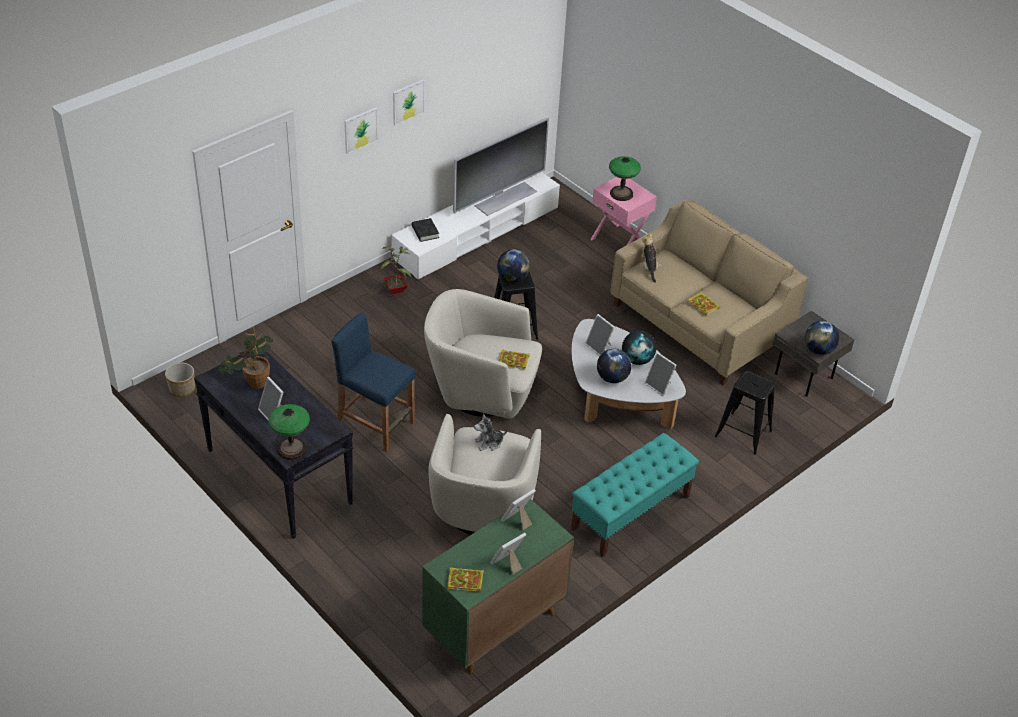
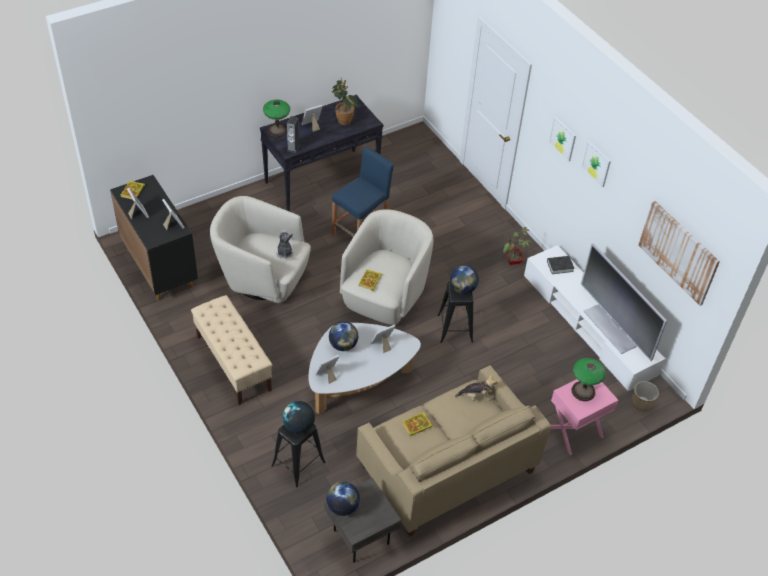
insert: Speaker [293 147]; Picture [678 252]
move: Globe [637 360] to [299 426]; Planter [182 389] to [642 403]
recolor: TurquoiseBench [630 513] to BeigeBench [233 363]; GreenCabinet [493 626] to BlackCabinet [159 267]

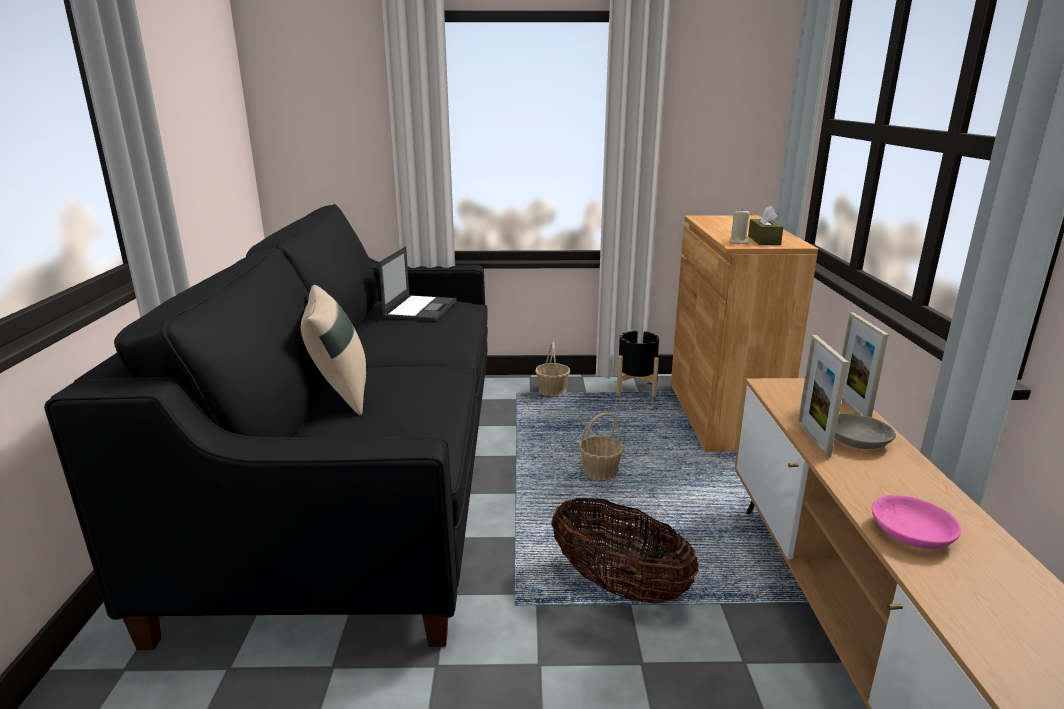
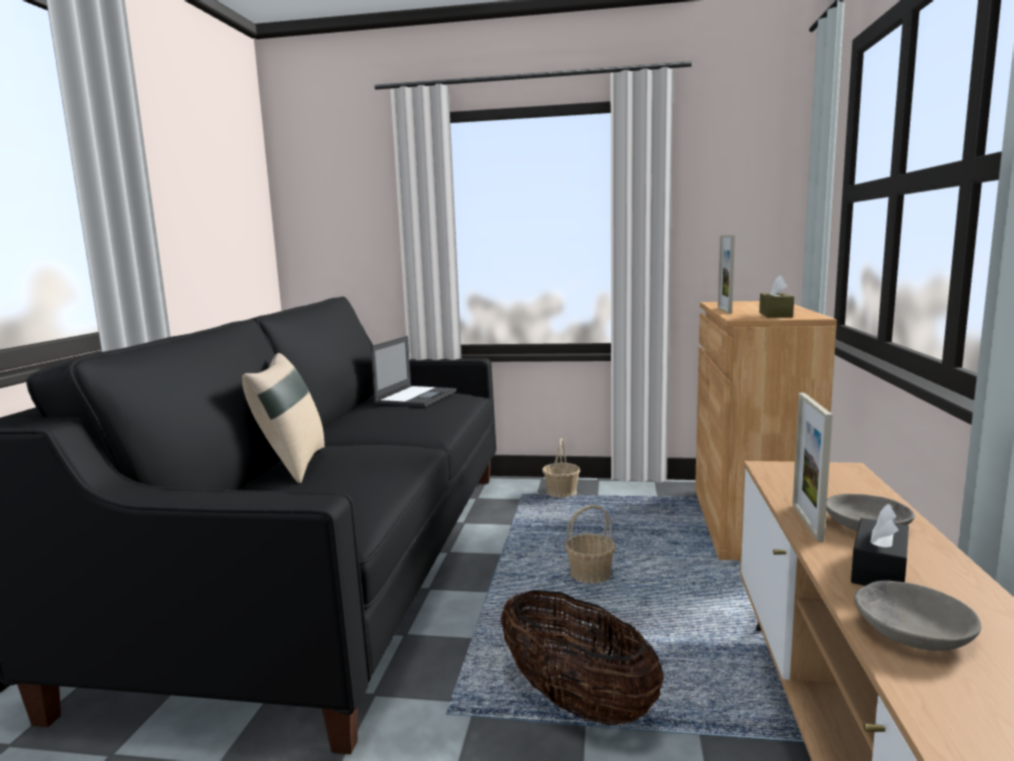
delete: BeigeCandle [738 242]; BlackPlanter [635 388]
insert: BlackTissueBox [879 570]
move: PictureFrame [851 407] to [724 310]
recolor: PinkBowl [910 532] to GreyBowl [911 630]

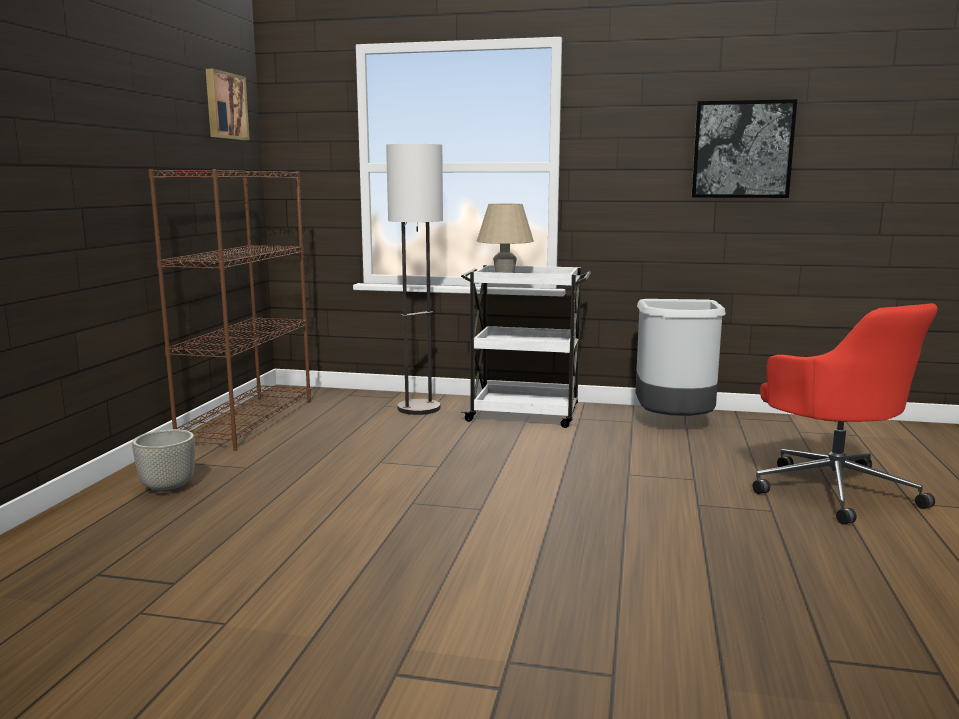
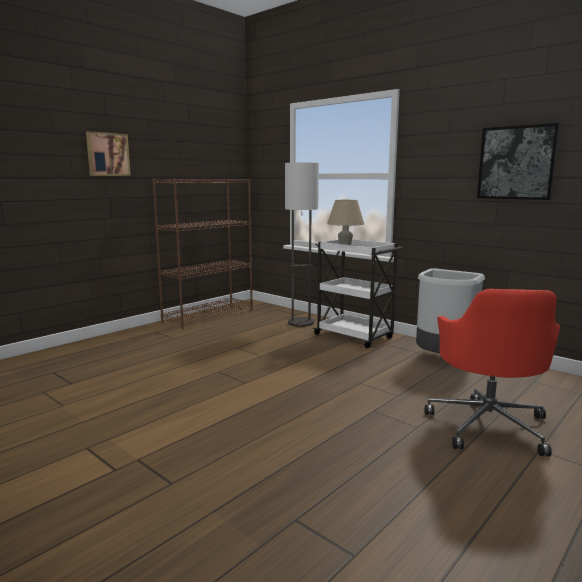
delete: GreyPlanter [168 488]
move: Picture [225 106] to [107 154]

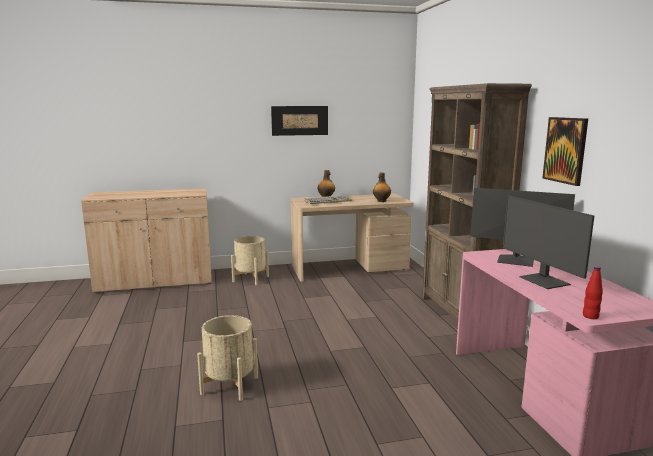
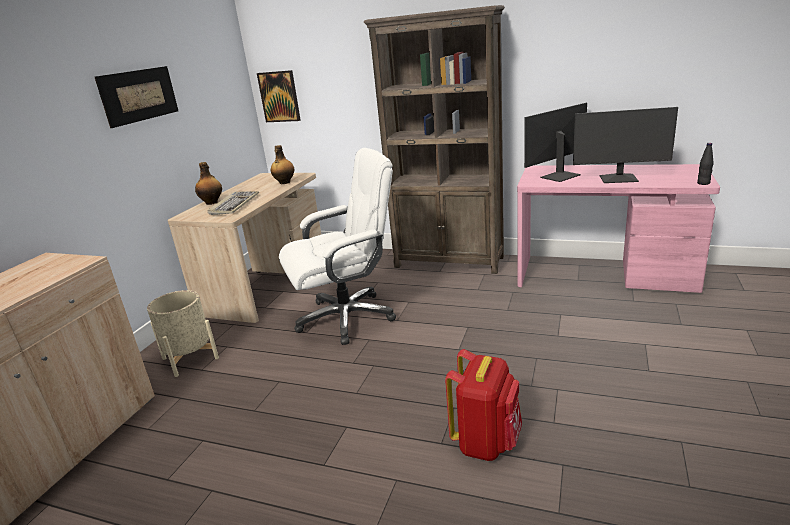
insert: WhiteOfficeChair [347 317]
move: Picture [565 150] to [279 96]
replace: BeigePlanter [230 385] to RedBackpack [486 442]
recolor: RedBottle [590 316] to BlackBottle [703 183]

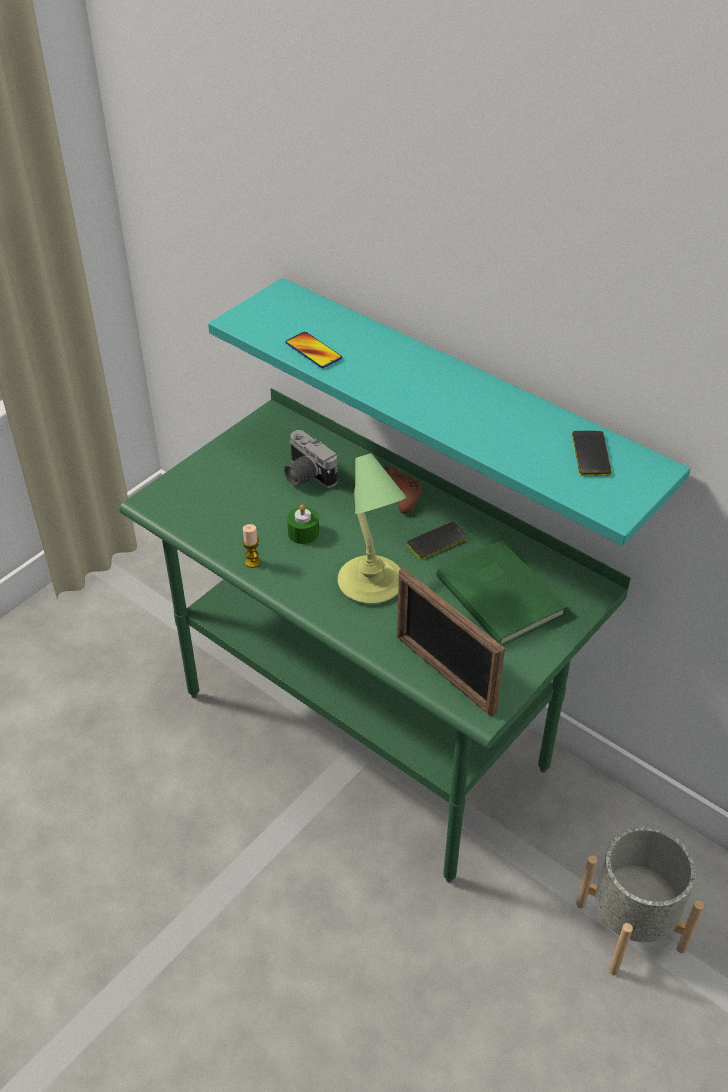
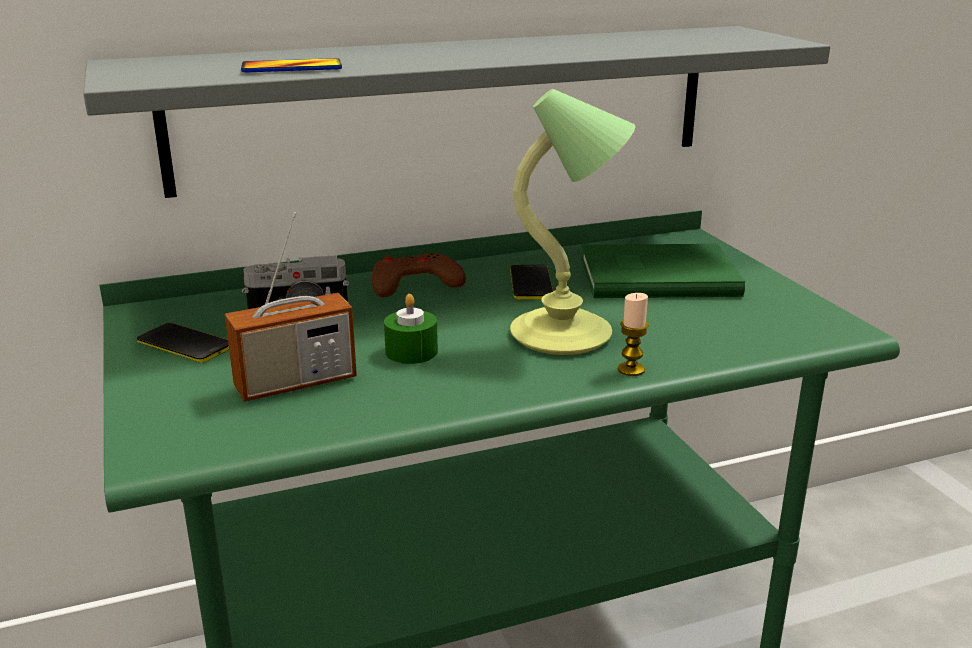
delete: PictureFrame [444 674]; GreyPlanter [630 926]
insert: Radio [296 383]
move: Phone [591 454] to [184 344]; Candle [252 562] to [631 369]
recolor: TurquoiseShelf [463 401] to GreyShelf [450 106]

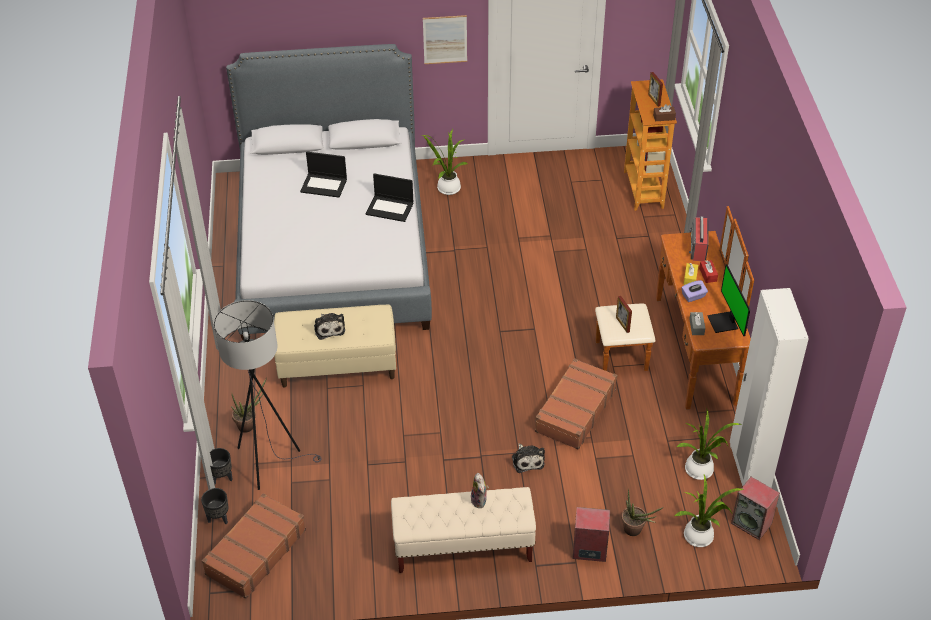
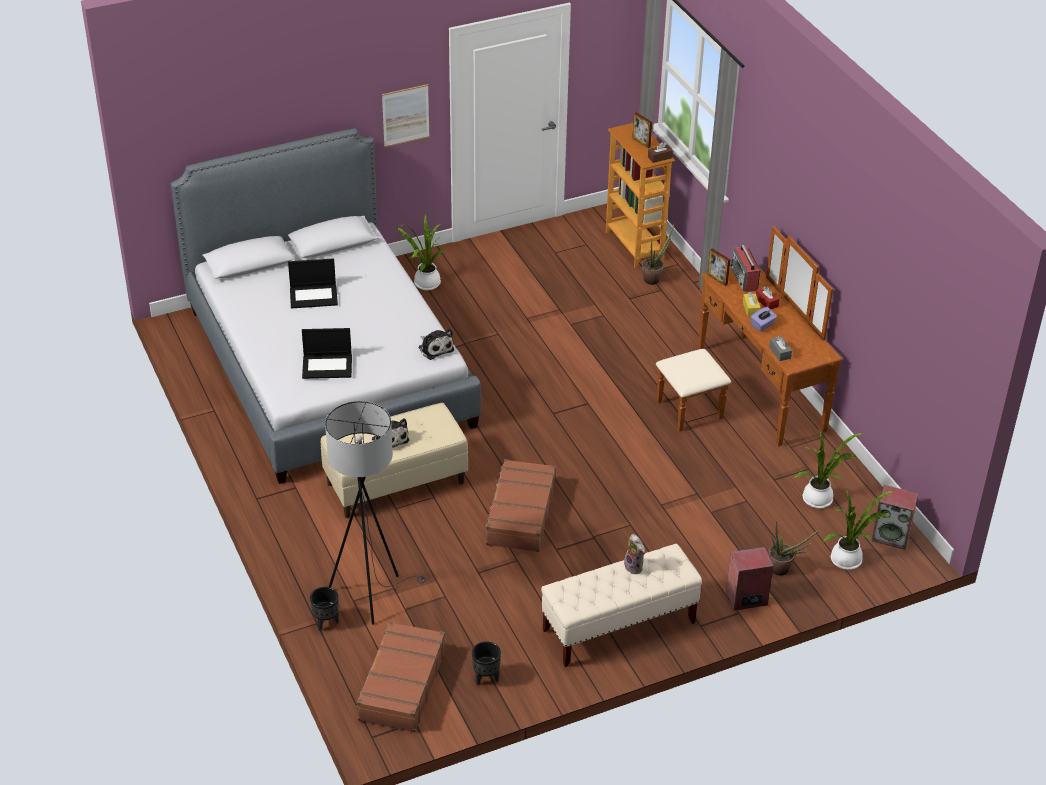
delete: Monitor [724 323]; WhiteWardrobe [748 469]
move: Laptop [390 208] to [328 366]; PictureFrame [622 324] to [717 279]; BrownSuitcase [575 410] to [520 514]; PottedPlant [249 425] to [654 278]; PlushToy [527 460] to [435 348]; BlackPlanter [218 518] to [485 678]

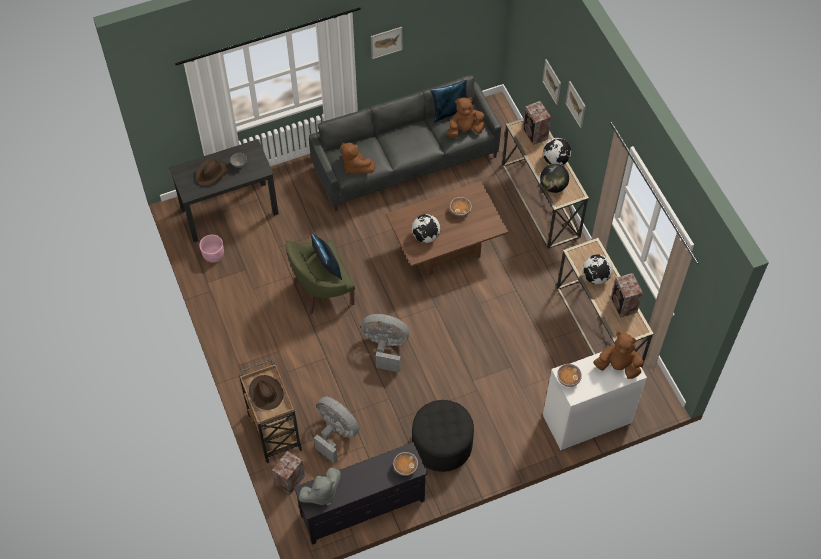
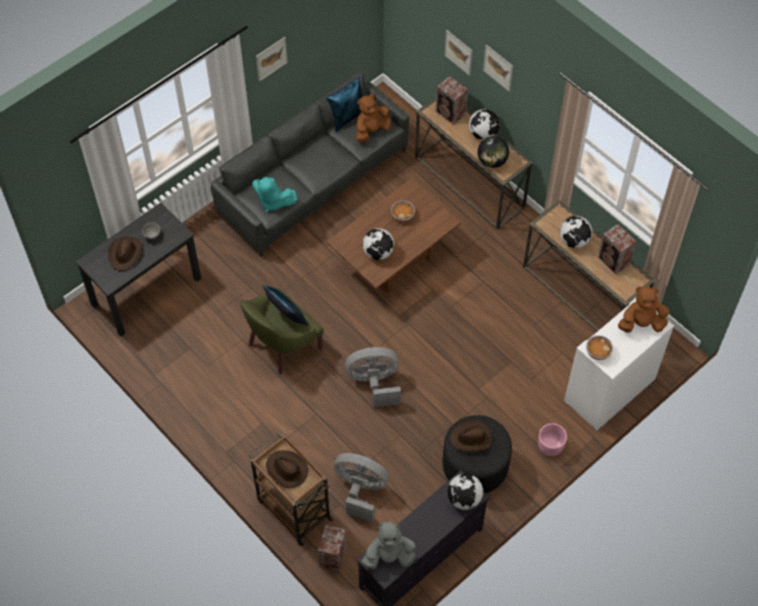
insert: BrownHat [471 438]
move: PinkPlanter [213 255] to [550 446]
replace: Bowl [405 467] to Globe [464 499]
recolor: BrownPlushToy [355 166] to TurquoisePlushToy [273 201]
rotate: GreyPlushToy [321 494] = [389 556] 135 degrees counterclockwise

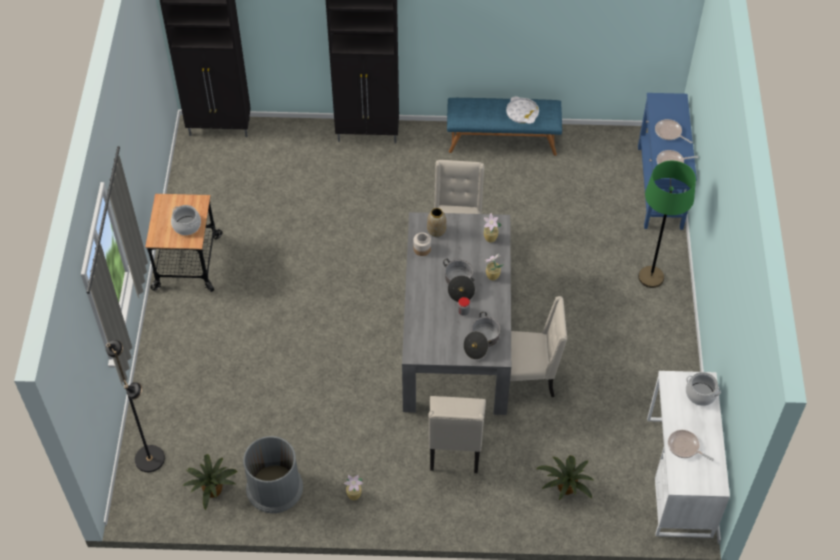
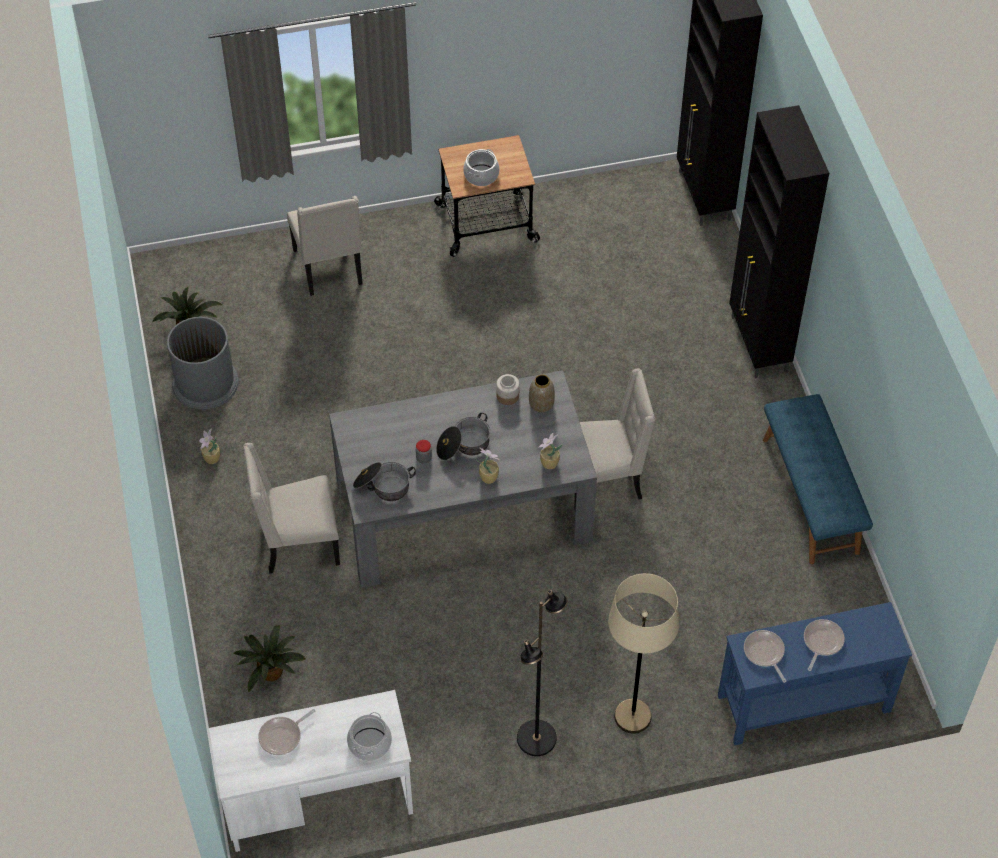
delete: WhiteTray [522 113]
move: BeigeChair [527 378] to [329 268]; BlackFloorLamp [150 458] to [537 738]
recolor: GreenFloorLamp [651 277] to BeigeFloorLamp [632 717]
rotate: FryingPan [685 447] = [282 736] 150 degrees counterclockwise

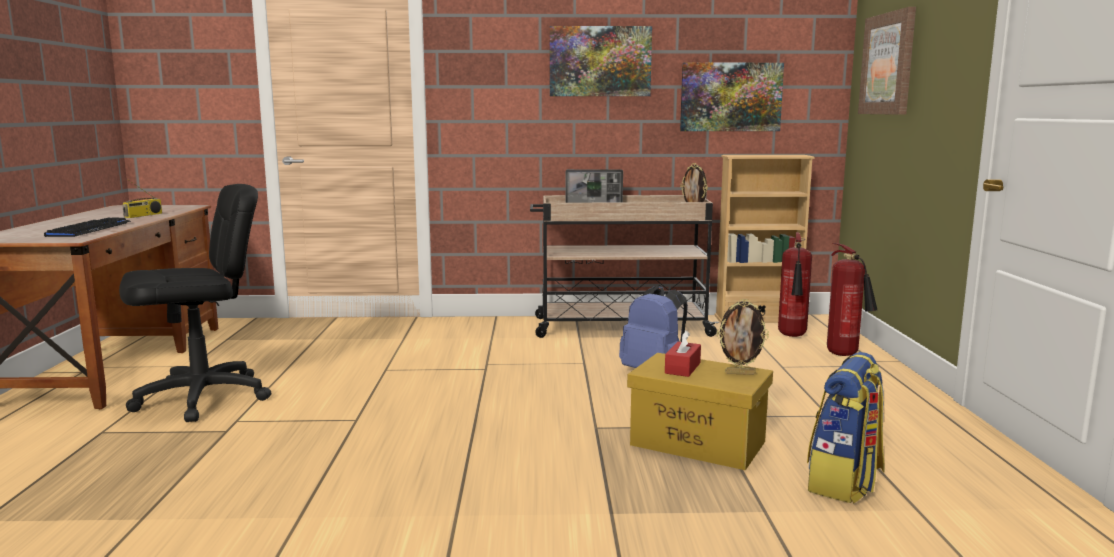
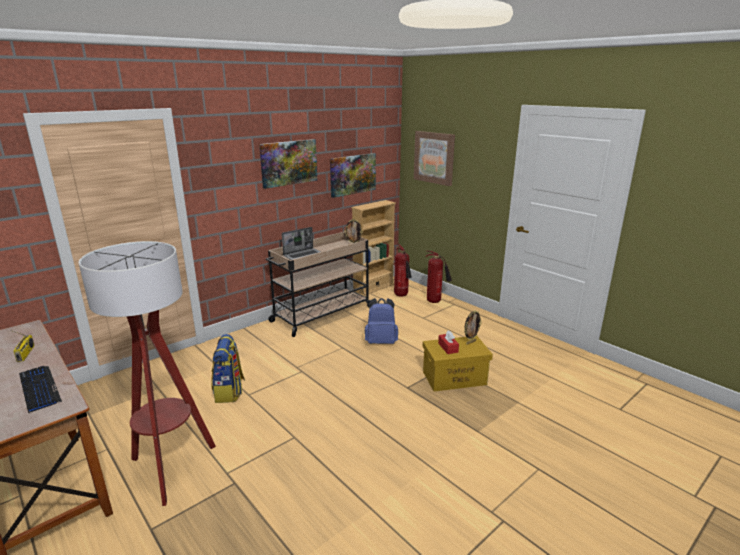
move: Backpack [845 483] to [229 391]
replace: BlackOfficeChair [203 398] to FloorLamp [171 468]

